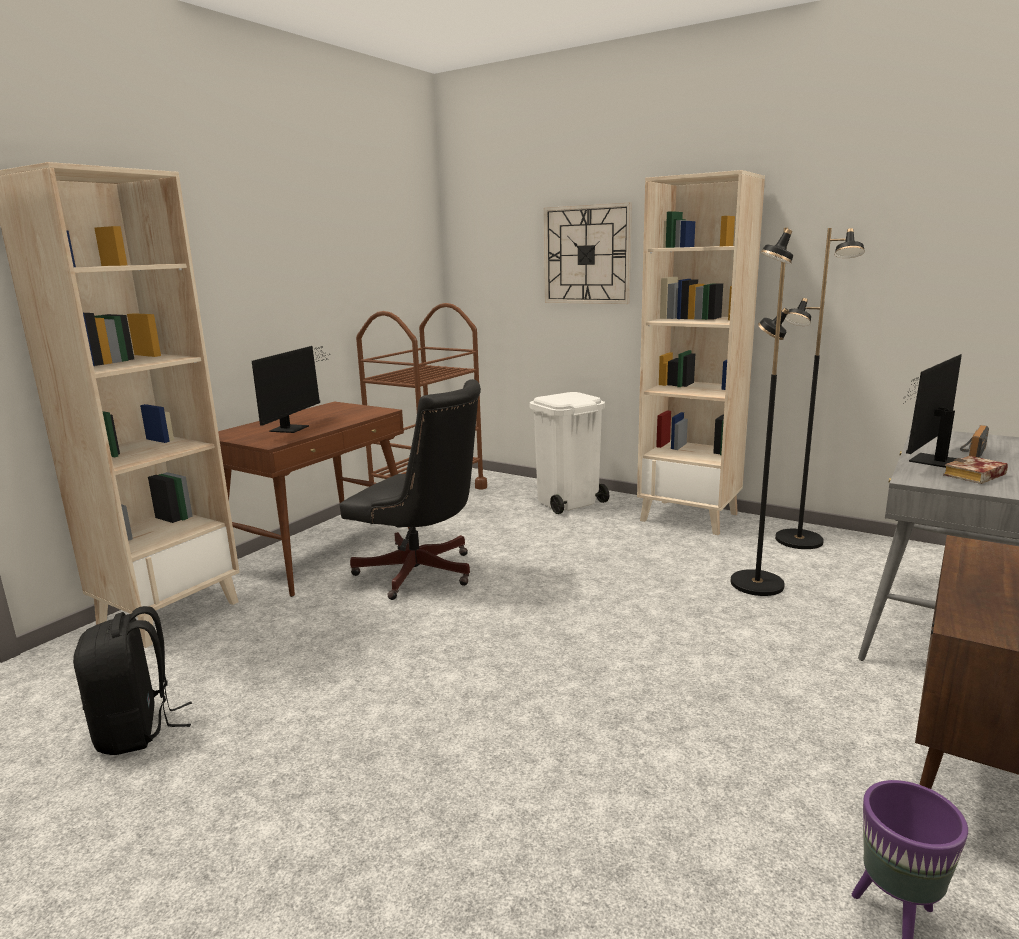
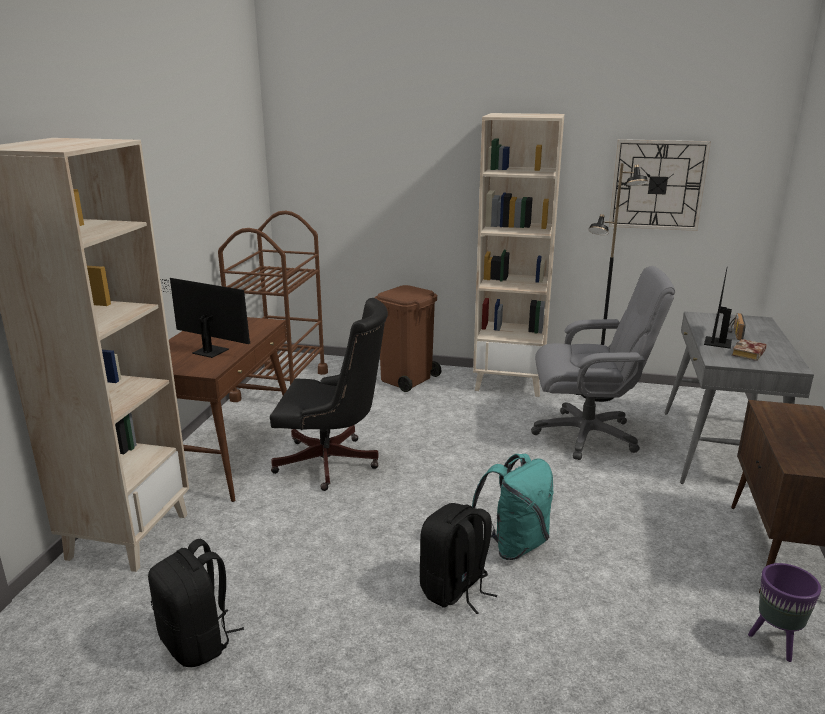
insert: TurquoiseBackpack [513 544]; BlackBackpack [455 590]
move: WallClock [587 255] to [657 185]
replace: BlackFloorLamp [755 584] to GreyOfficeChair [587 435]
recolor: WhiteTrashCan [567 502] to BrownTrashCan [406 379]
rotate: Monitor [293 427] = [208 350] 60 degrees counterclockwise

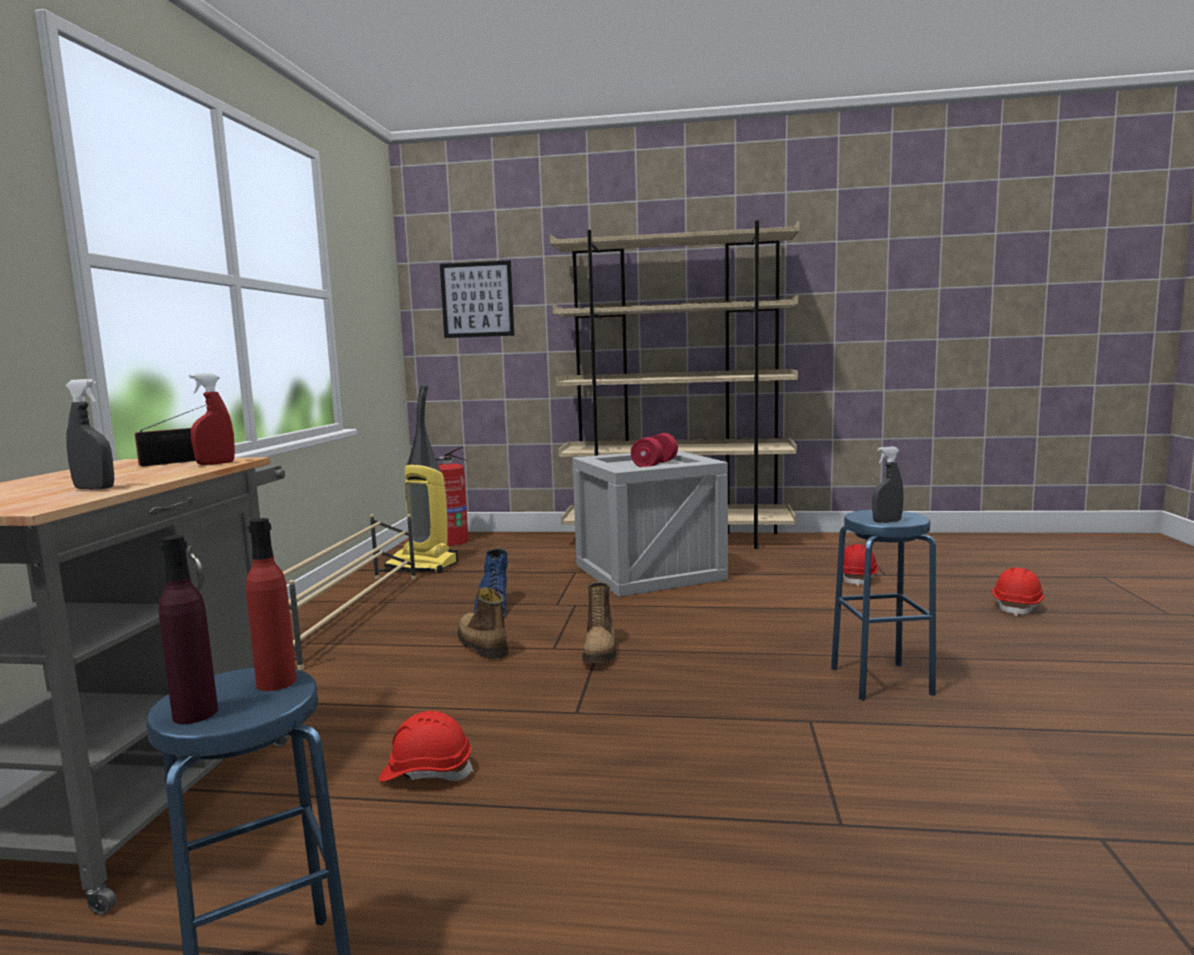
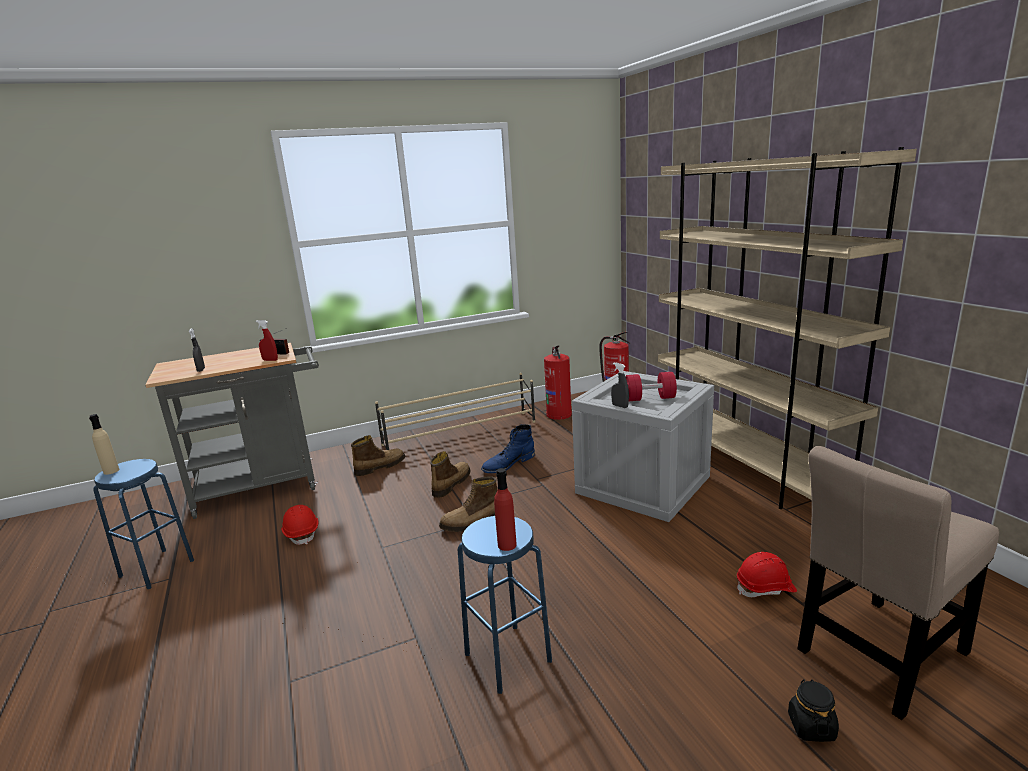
delete: Picture [477 299]
insert: Boot [380 467]; BeigeChair [879 656]
move: GreySprayBottle [886 521] to [620 406]; RedBottle [276 682] to [507 545]
replace: VacuumCleaner [423 566] to FireExtinguisher [559 414]; RedHardHat [1018 606] to BlackJar [811 726]
recolor: PurpleBottle [195 714] to BeigeBottle [111 471]

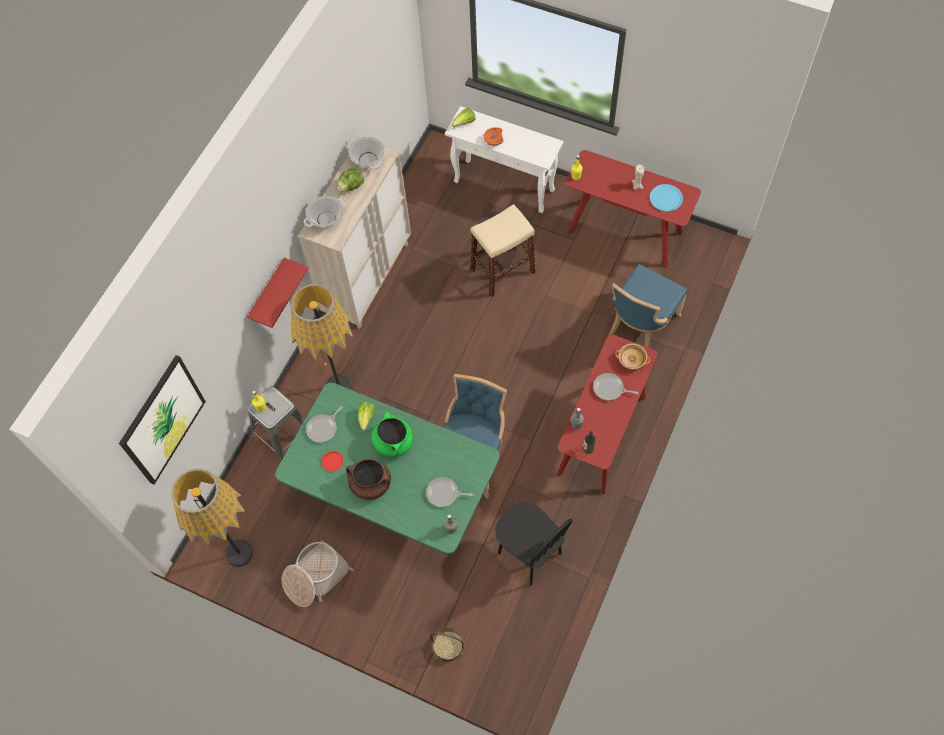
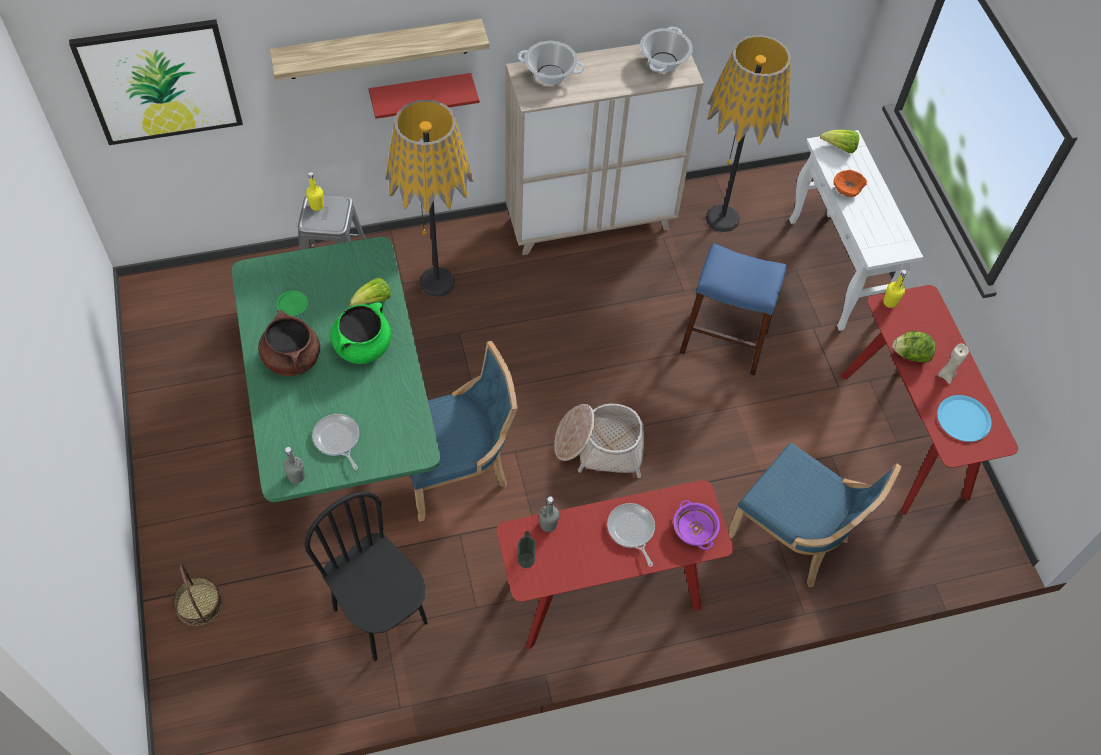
delete: FryingPan [323 428]
insert: Shelf [378 49]
move: Lettuce [351 187] to [910 355]; FloorLamp [239 553] to [722 218]; Basket [315 576] to [599 446]
recolor: BeigeStool [503 271] to BlueStool [724 342]; BeigeBowl [631 360] to PurpleBowl [694 529]; RedPlate [332 461] to GreenPlate [292 304]
rotate: BlueChair [640 326] = [793 538] 135 degrees counterclockwise; BlackChair [529 554] = [381 615] 135 degrees clockwise

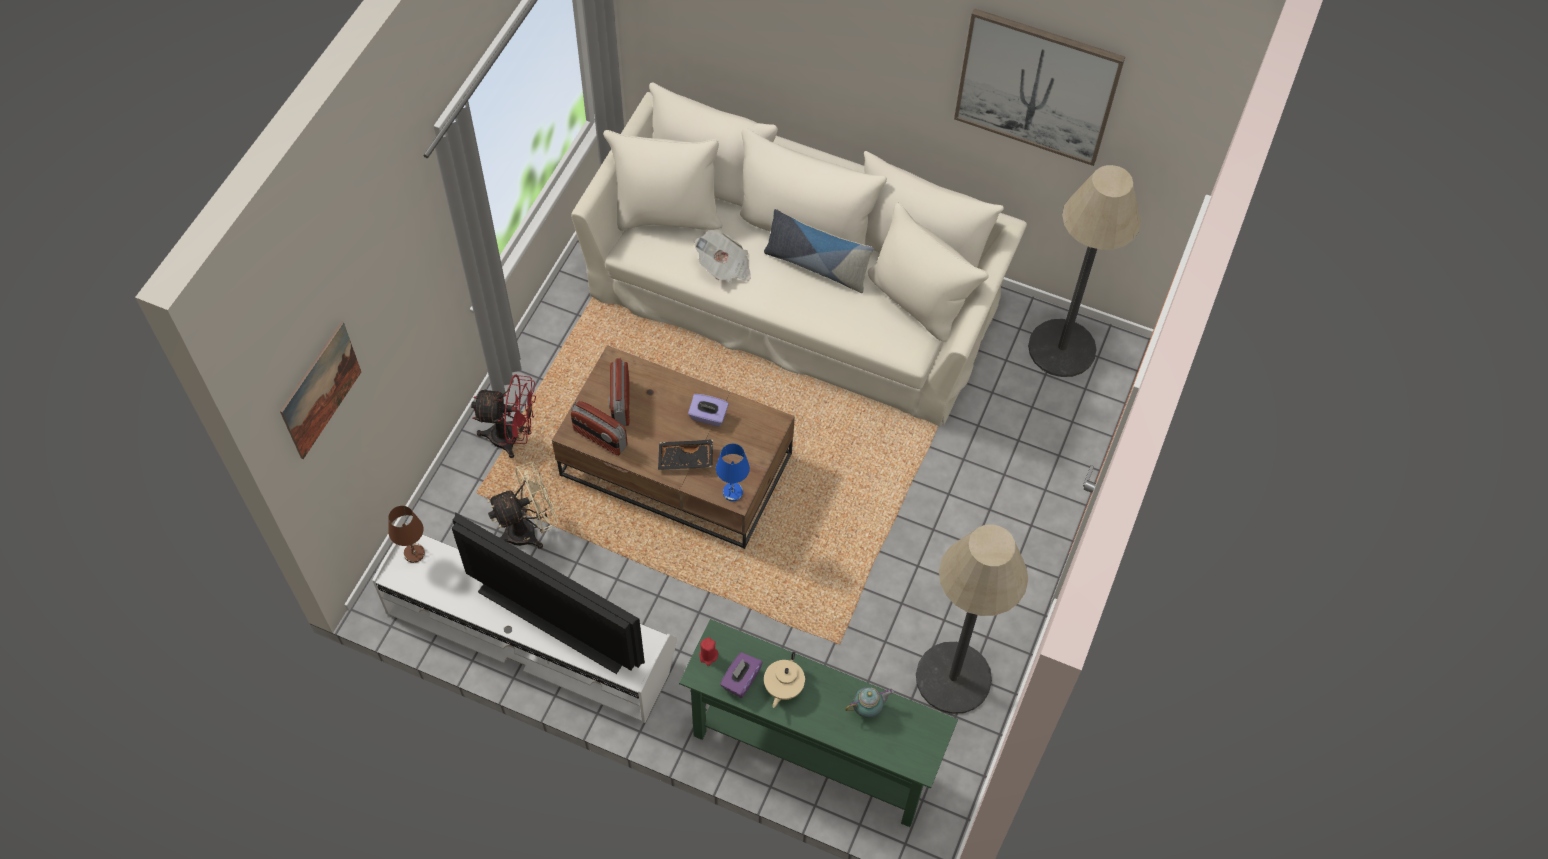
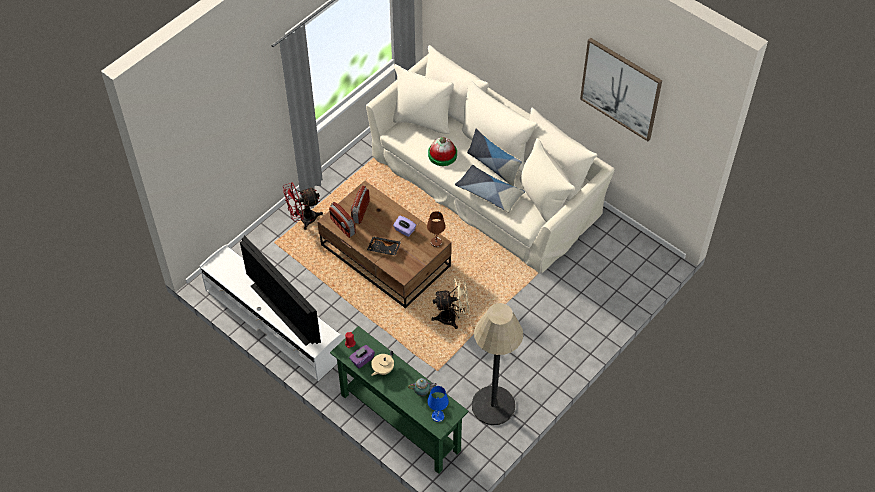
delete: FloorLamp [1062 348]; Picture [320 390]
insert: Pillow [489 192]
move: BlueTableLamp [733 493] to [438 416]; BeigeFan [529 530] to [452 317]; BrownTableLamp [414 553] to [436 242]
replace: Newspaper [724 267] to Hat [442 154]
rotate: RedFan [512 438] = [303 219] 135 degrees clockwise

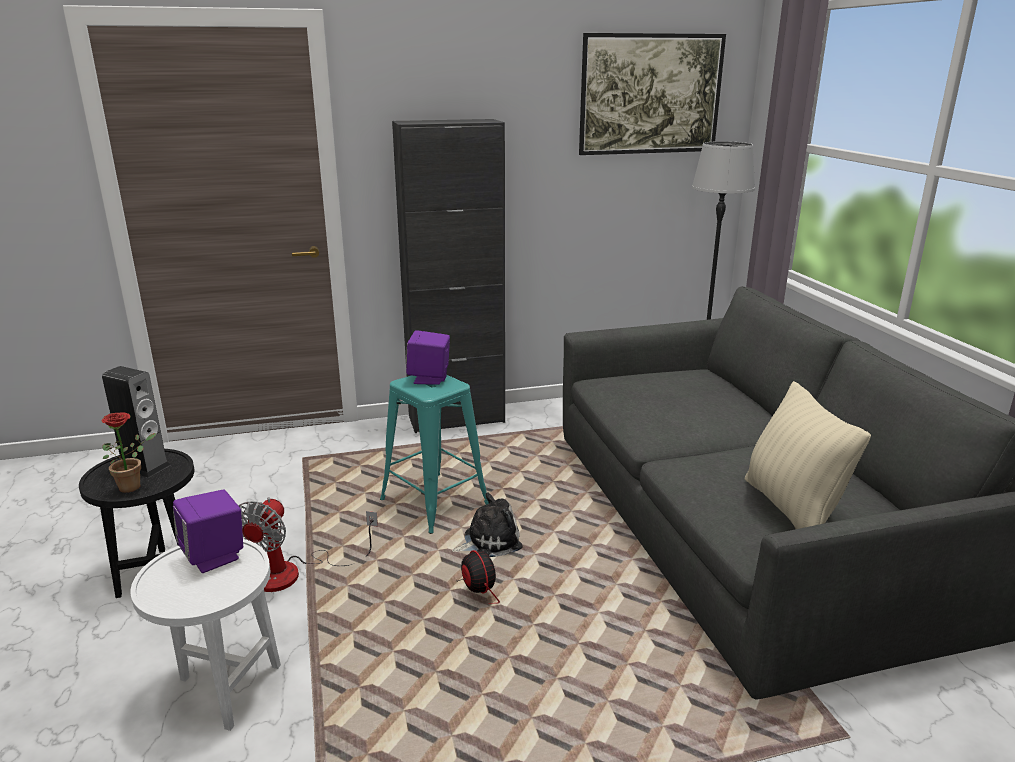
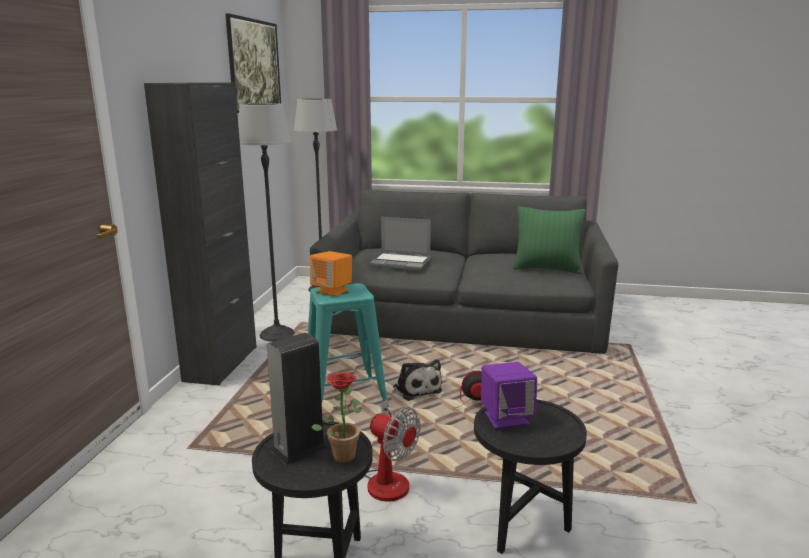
insert: FloorLamp [277 334]; Laptop [401 263]
recolor: PurpleSpeaker [429 378] to OrangeSpeaker [332 290]; BeigePillow [791 509] to GreenPillow [546 269]; WhiteSideTable [223 688] to BlackSideTable [521 529]
rotate: PlushToy [488 541] = [416 388] 150 degrees clockwise

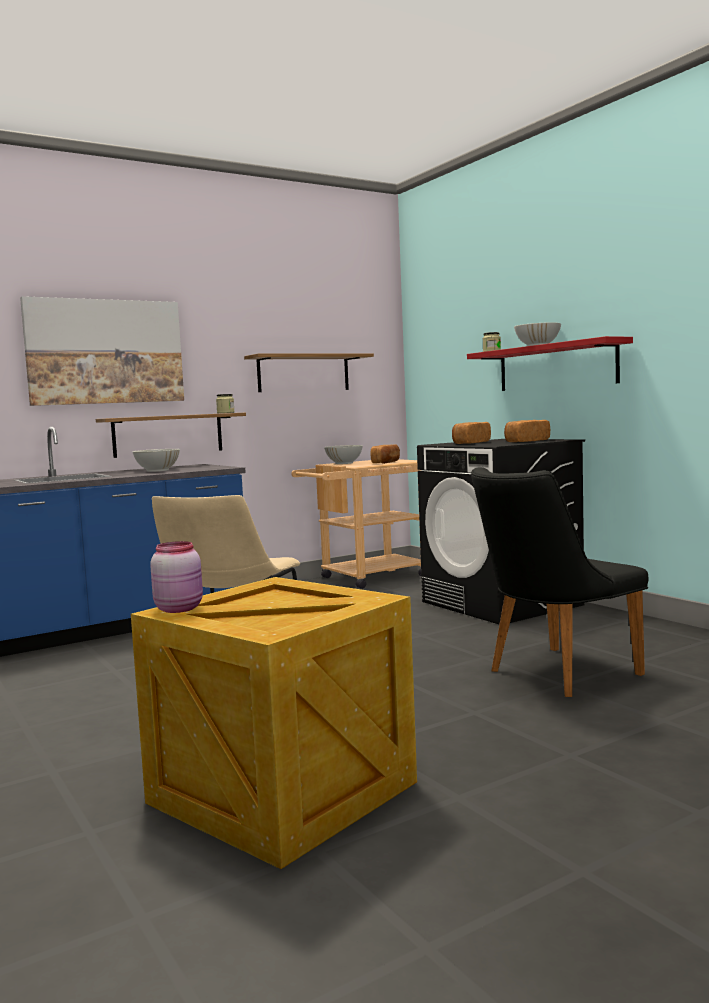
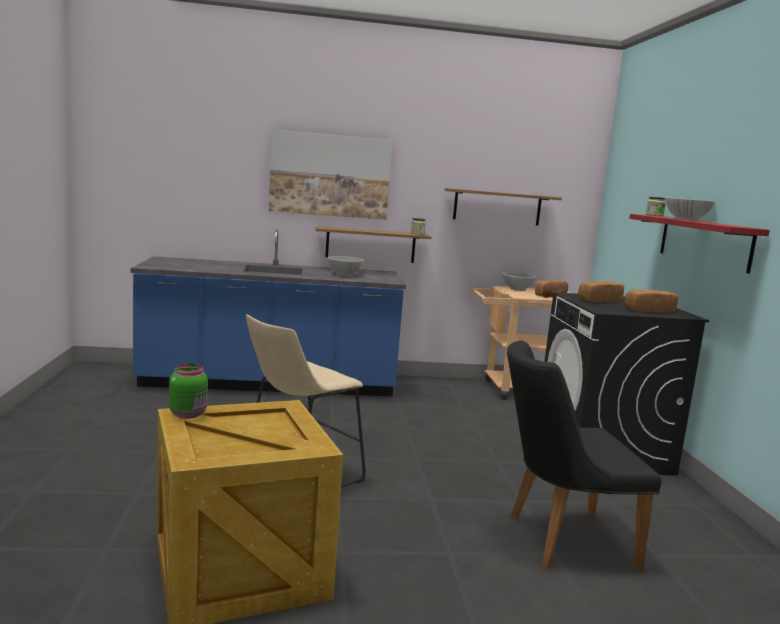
recolor: PinkJar [180 608] to GreenJar [189 414]

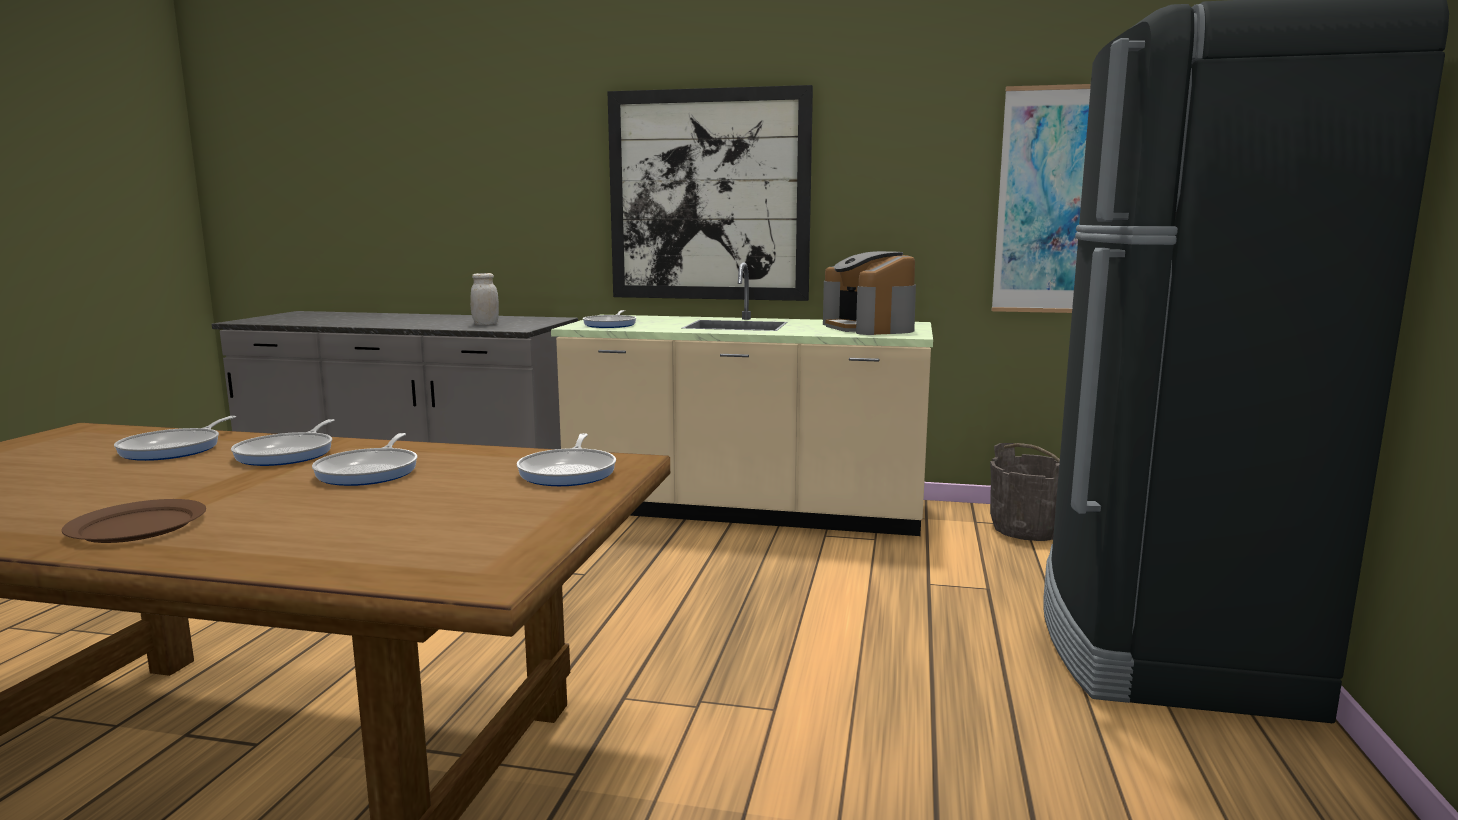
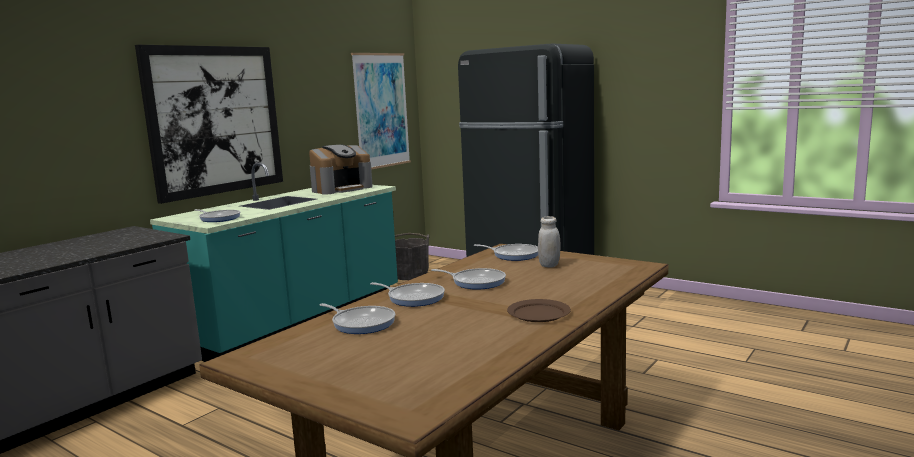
move: WhiteJar [485 324] to [549 265]
recolor: BeigeCounter [746 510] to TurquoiseCounter [297 320]
rotate: CoffeeMachine [869 328] = [341 189] 45 degrees counterclockwise

